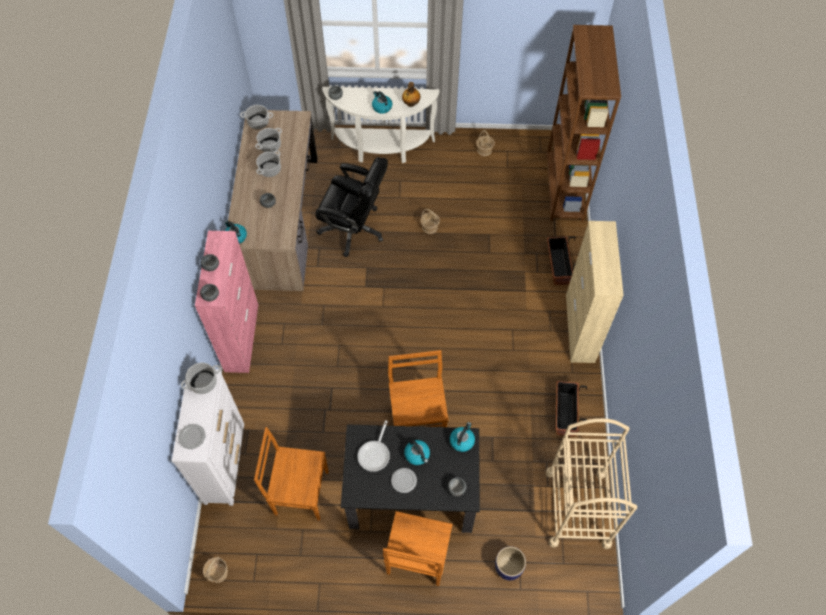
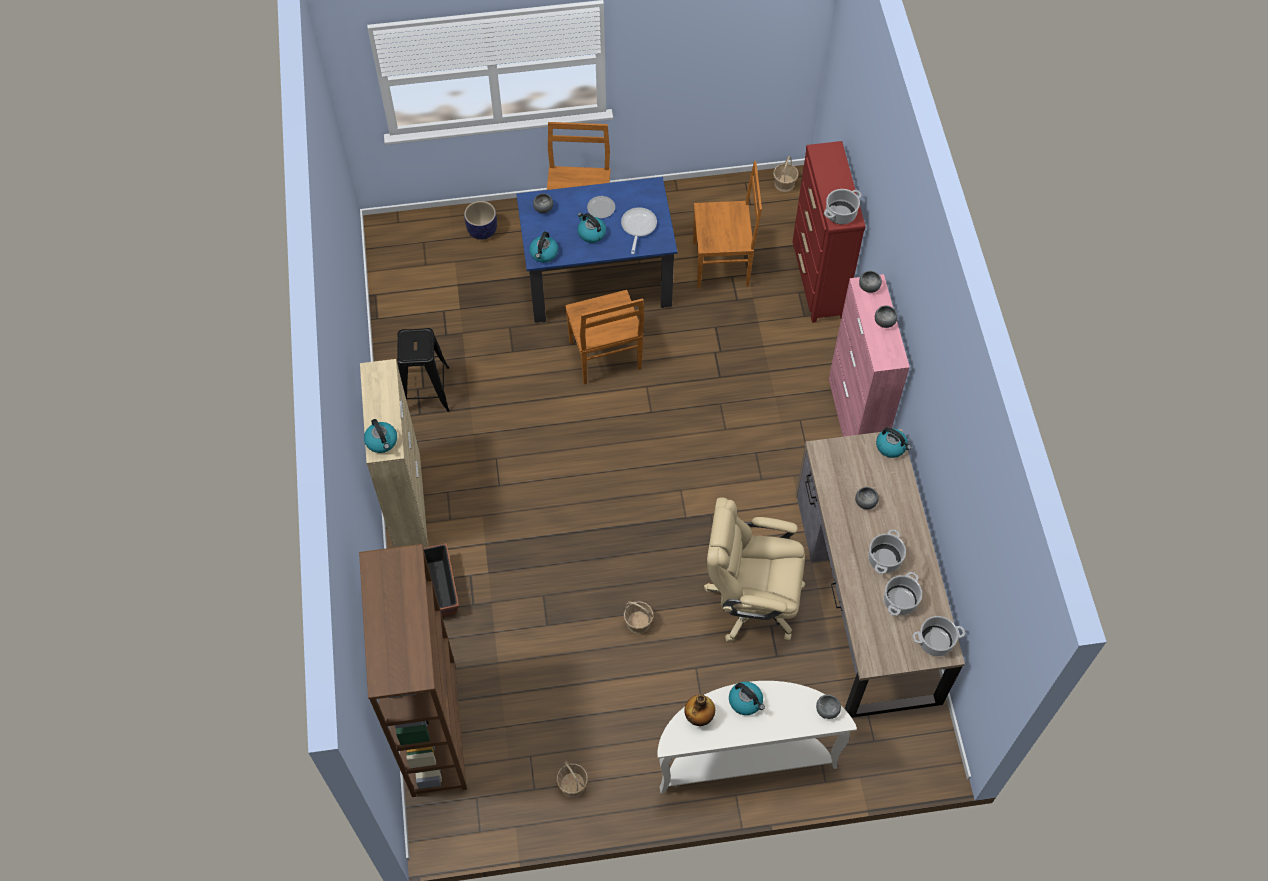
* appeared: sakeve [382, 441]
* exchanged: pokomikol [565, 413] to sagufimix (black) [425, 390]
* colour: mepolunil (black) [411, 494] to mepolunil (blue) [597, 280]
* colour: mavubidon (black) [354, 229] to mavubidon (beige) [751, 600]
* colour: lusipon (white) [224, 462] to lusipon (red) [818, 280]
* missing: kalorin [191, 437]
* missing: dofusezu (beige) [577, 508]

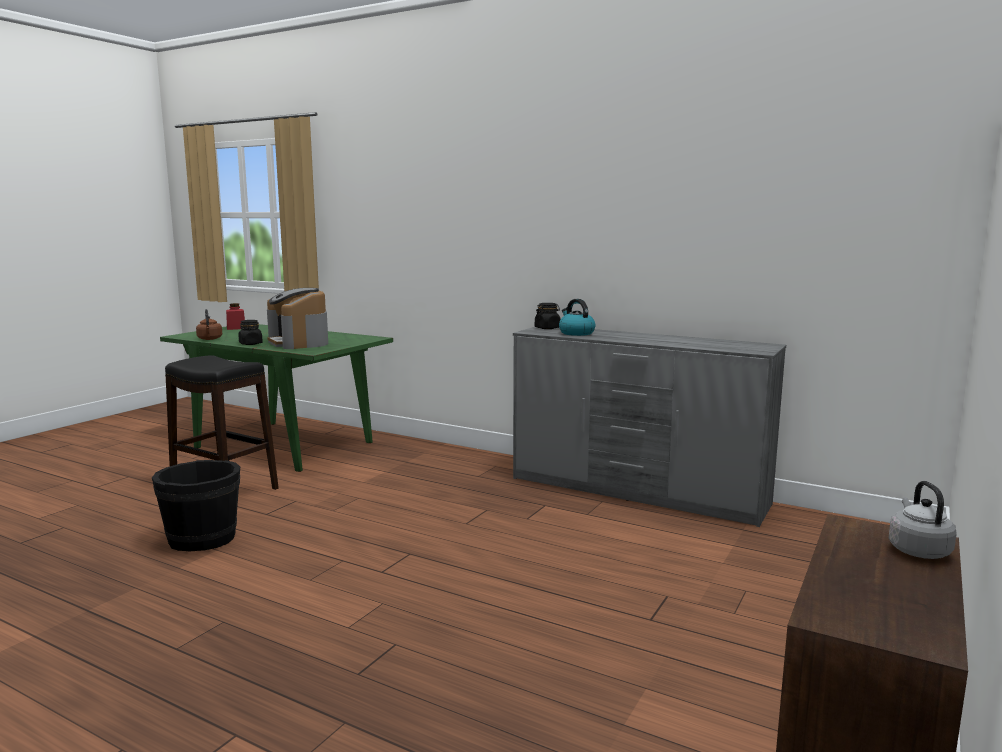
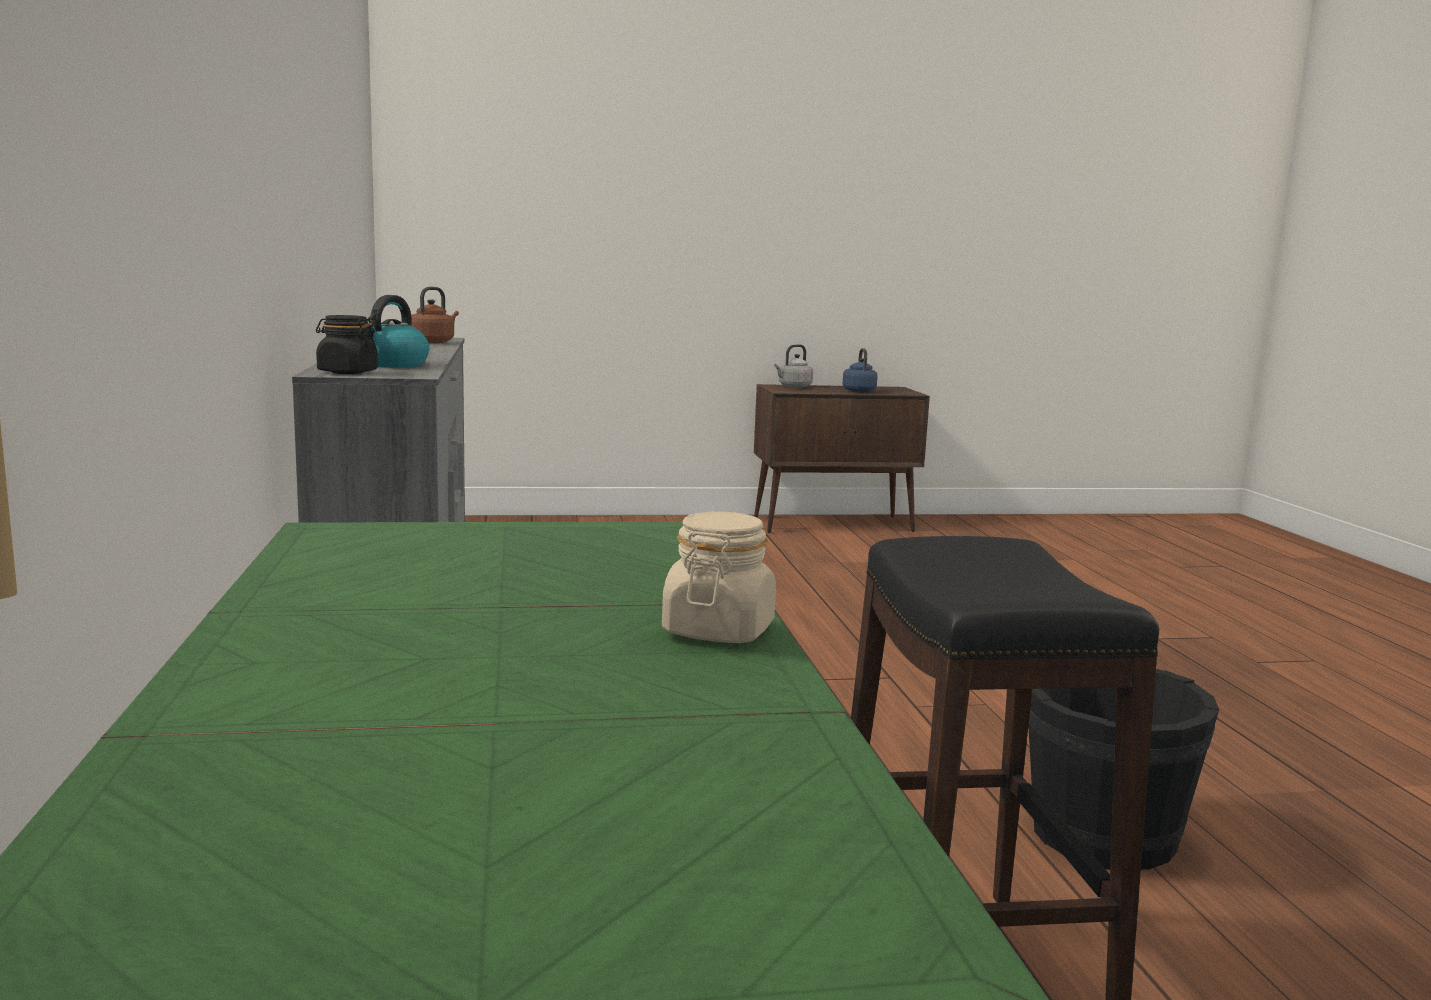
* relocated: sakeve (brown) [209, 339] to [433, 342]
* colour: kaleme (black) [251, 344] to kaleme (beige) [718, 631]
* appeared: sakeve (blue) [858, 390]
* missing: kaleme (red) [236, 328]
* missing: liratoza [299, 342]

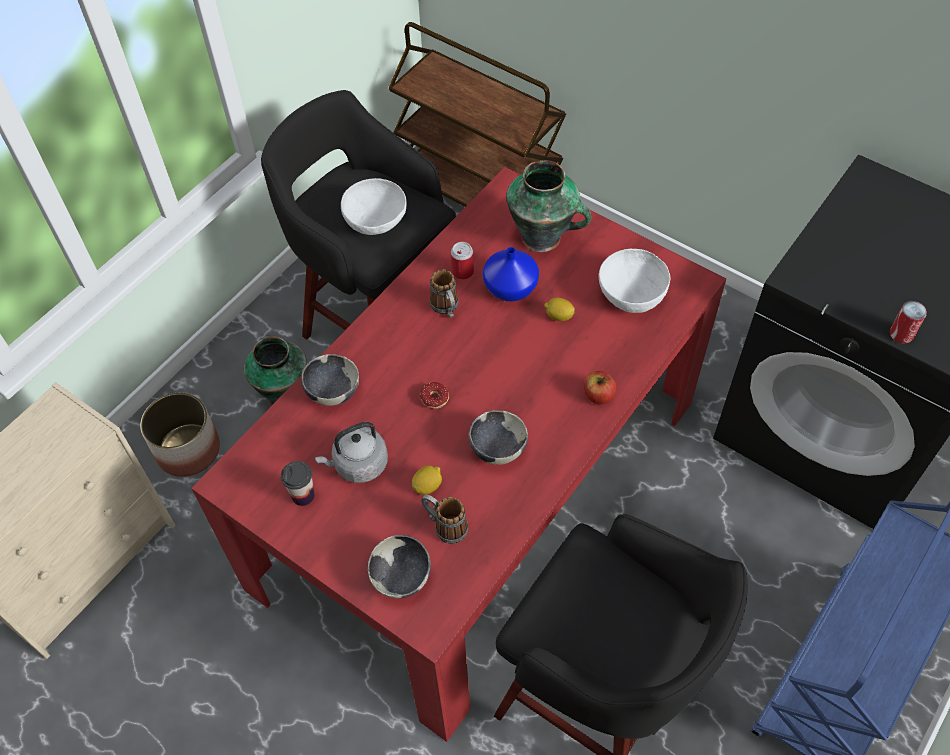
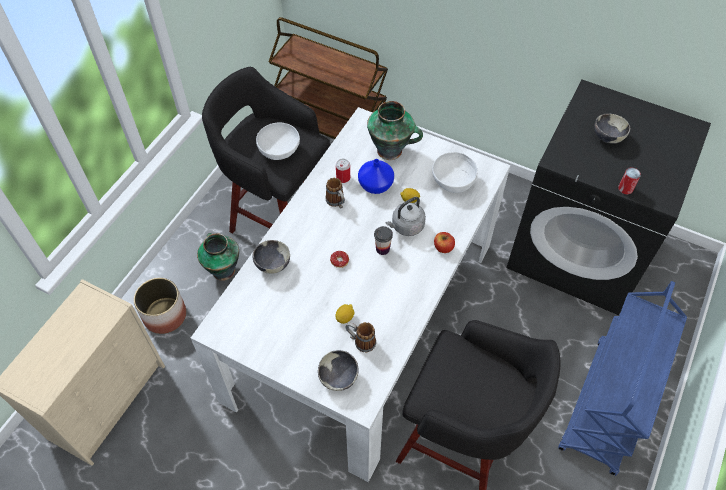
* colour: mepolunil (red) [479, 491] to mepolunil (white) [362, 319]
* relocated: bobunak [303, 495] to [382, 249]
* relocated: sakeve (grey) [358, 465] to [406, 226]
* relocated: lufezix [497, 449] to [607, 137]

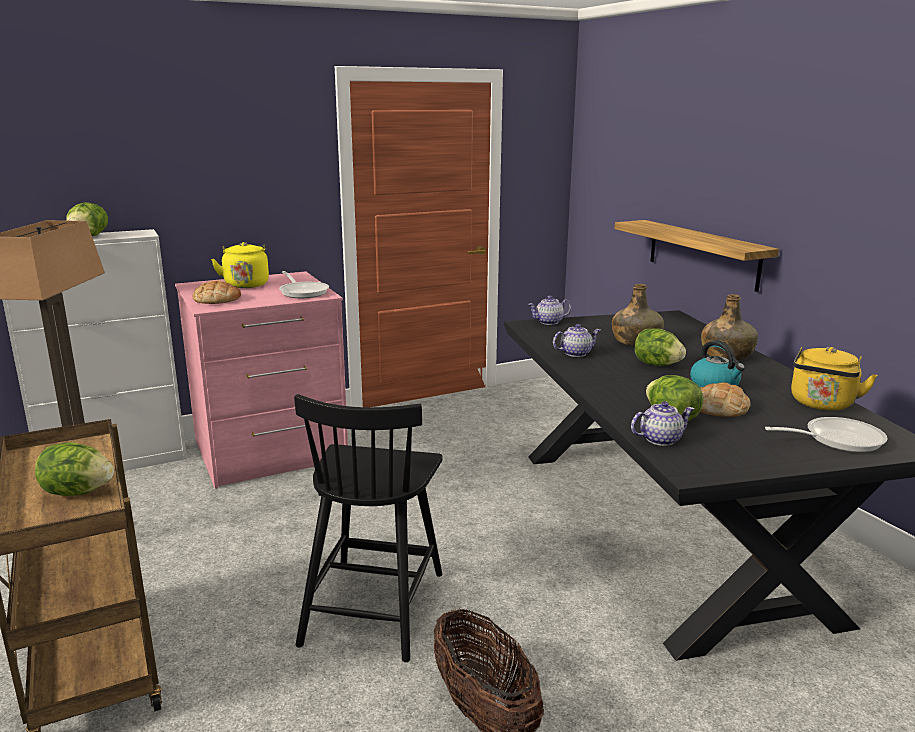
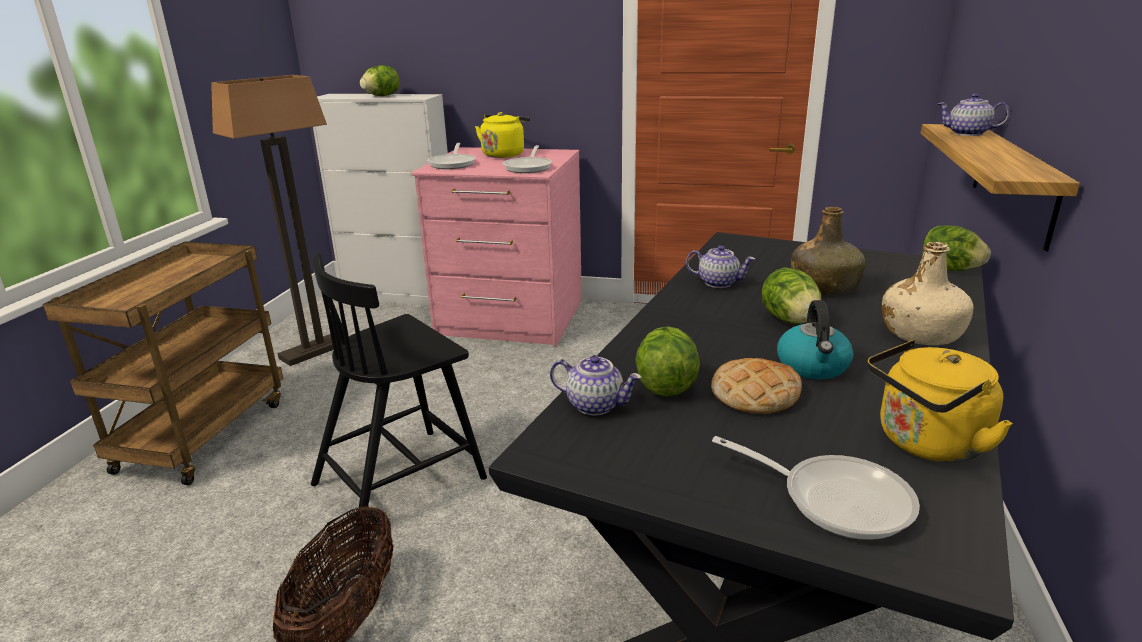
* exchanged: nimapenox [217, 299] to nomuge [453, 163]
* colour: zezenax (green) [726, 355] to zezenax (beige) [921, 334]
* relocated: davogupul [77, 492] to [949, 269]
* relocated: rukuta [549, 322] to [967, 133]

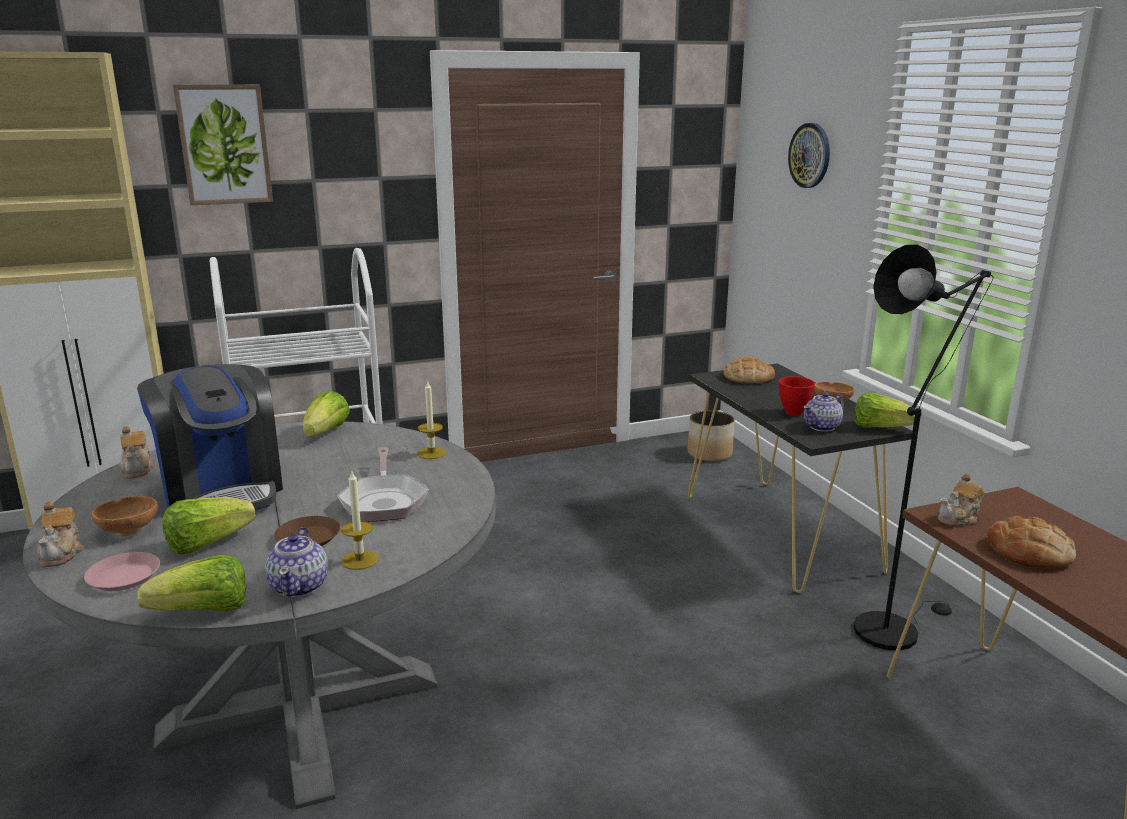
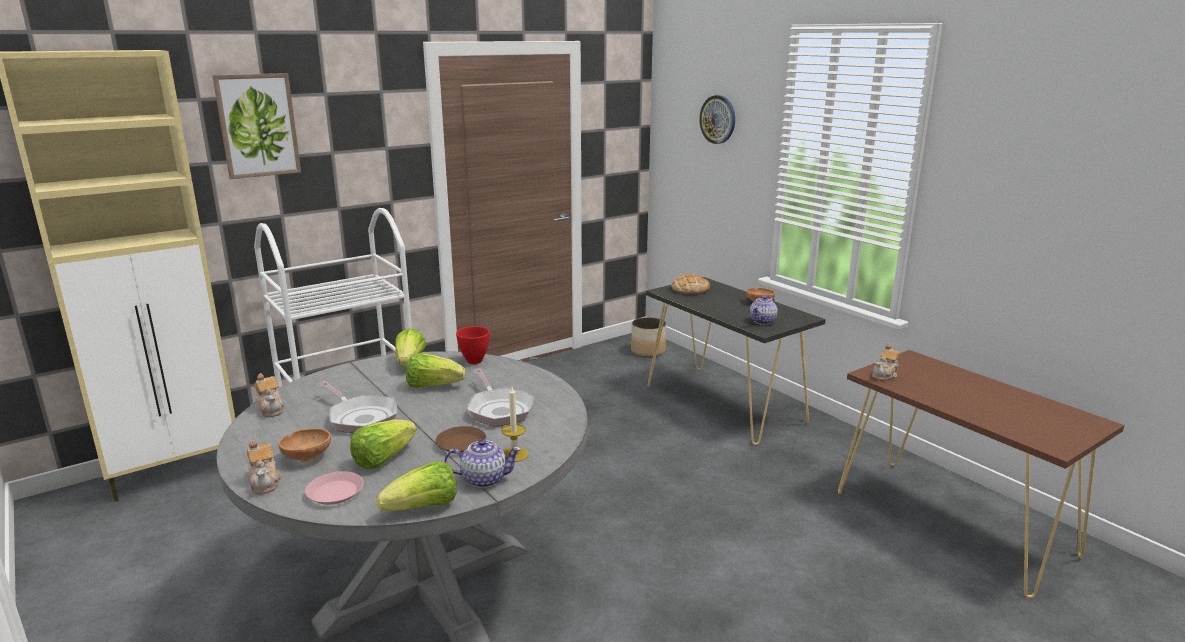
* exchanged: liratoza [222, 491] to nomuge [360, 417]
* relocated: davogupul [879, 428] to [433, 386]
* spun: rukuta [300, 586] = [483, 479] 75 degrees counterclockwise
* relocated: lufezix (red) [794, 413] to [475, 361]
* missing: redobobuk [431, 453]
* missing: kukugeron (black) [892, 627]
* missing: nimapenox [1030, 551]

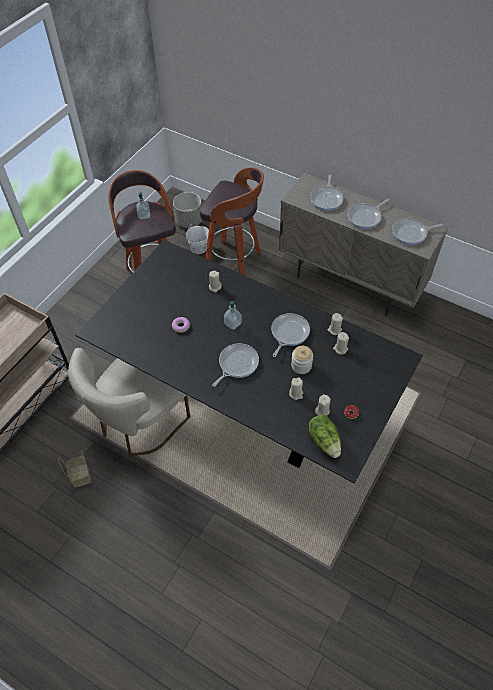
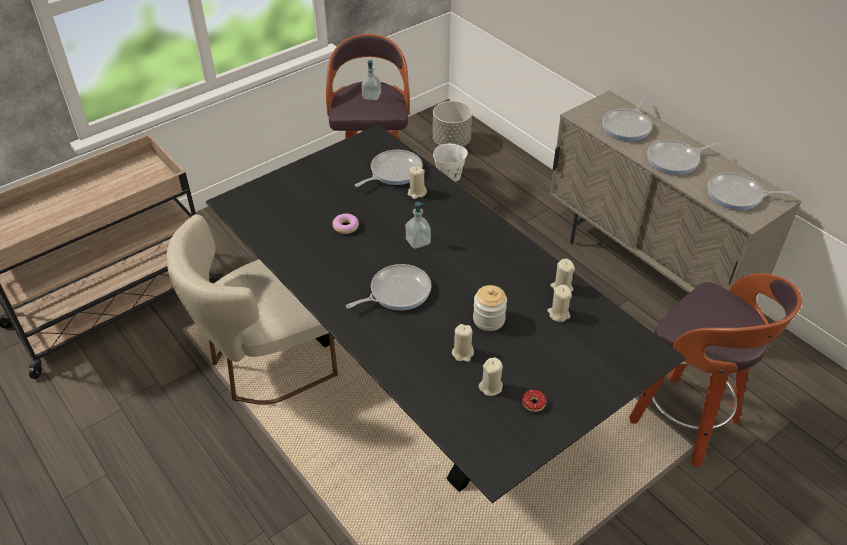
* relocated: nomuge [288, 333] to [393, 172]
* relocated: sagufimix [234, 260] to [686, 422]
* missing: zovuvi [80, 475]
* missing: davogupul [324, 441]

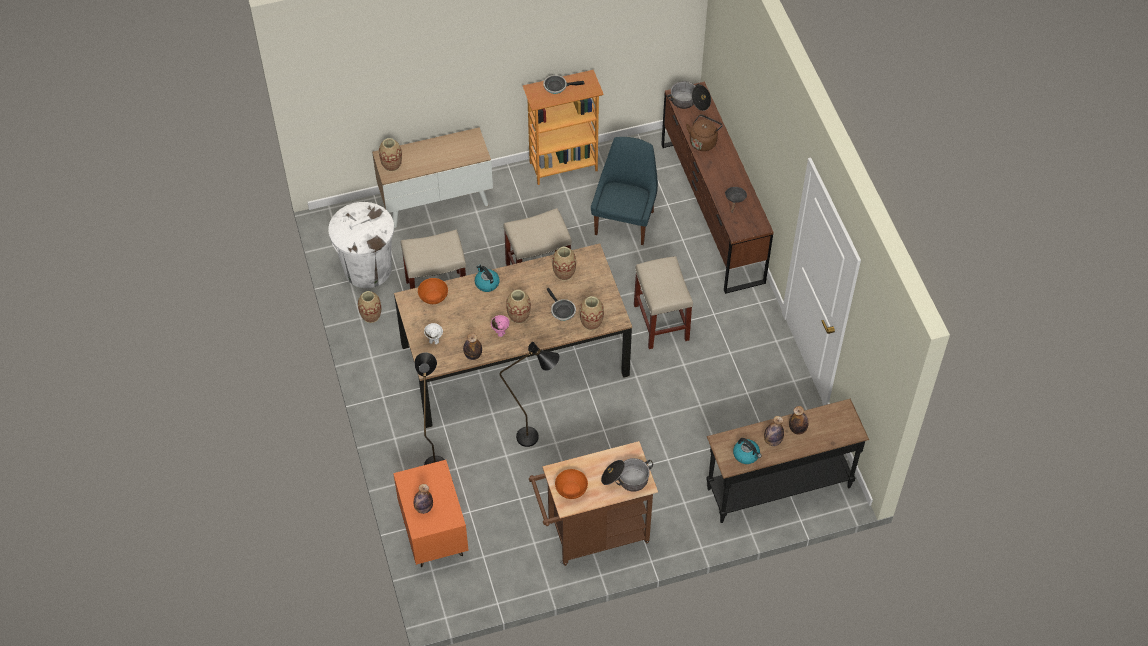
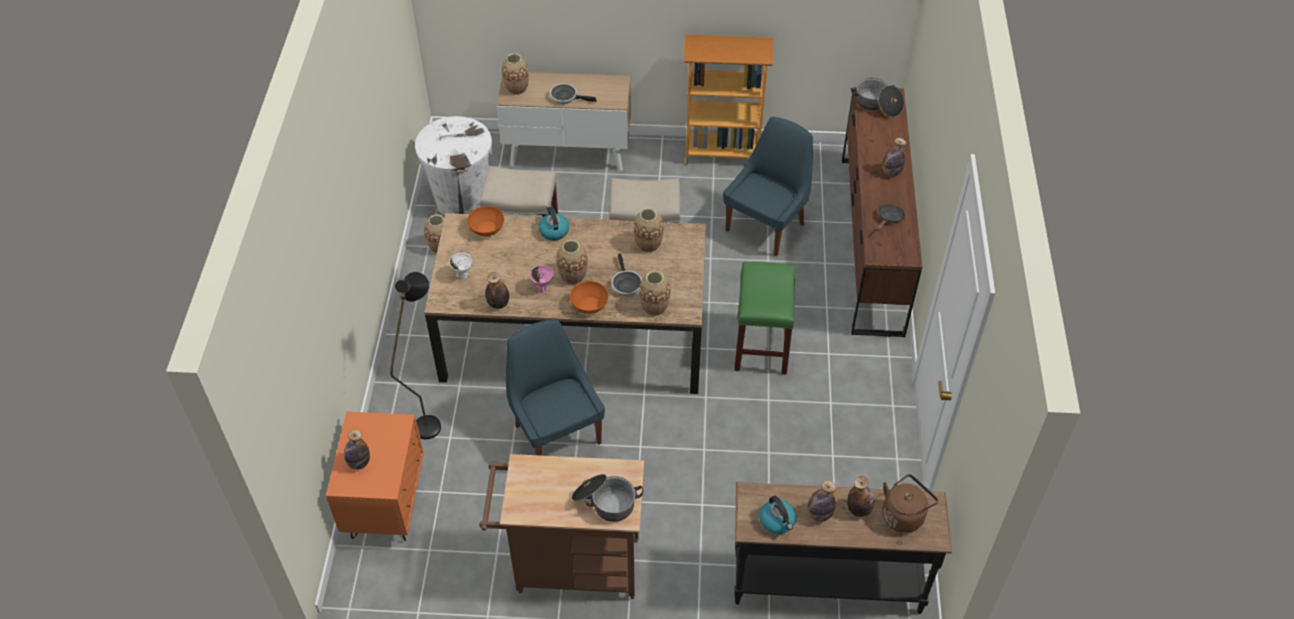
* exchanged: kukugeron (black) [535, 438] to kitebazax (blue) [556, 432]
* relocated: nomuge [557, 86] to [566, 97]
* relocated: lufezix (orange) [571, 489] to [589, 305]
* colour: sagufimix (beige) [661, 323] to sagufimix (green) [762, 346]
* appeared: zezenax [891, 172]
* relocated: sakeve (brown) [703, 141] to [904, 515]

